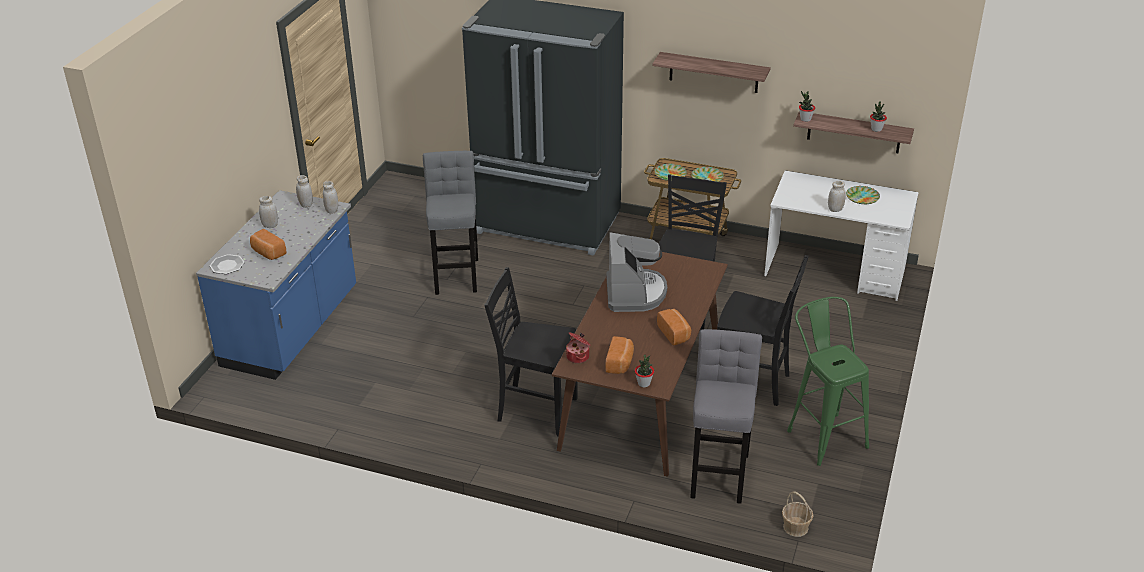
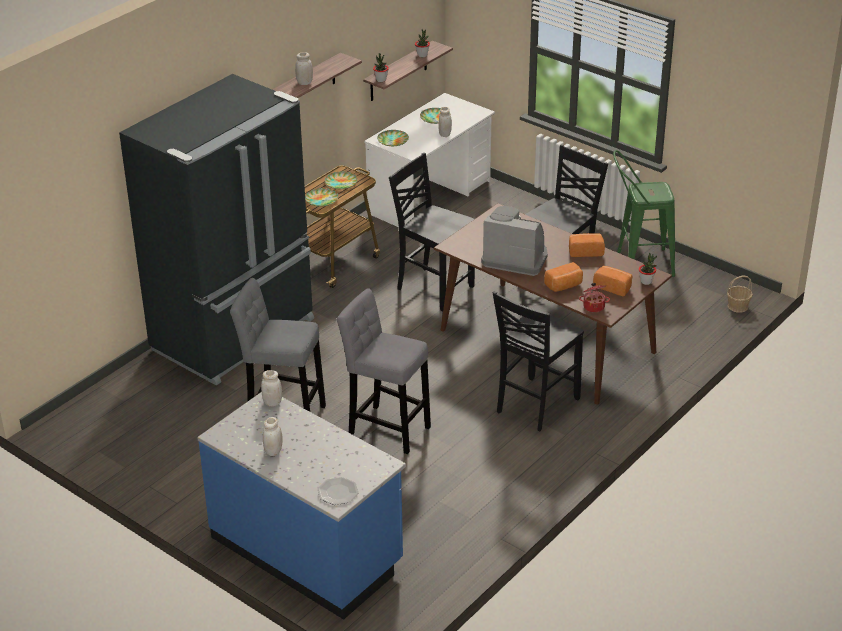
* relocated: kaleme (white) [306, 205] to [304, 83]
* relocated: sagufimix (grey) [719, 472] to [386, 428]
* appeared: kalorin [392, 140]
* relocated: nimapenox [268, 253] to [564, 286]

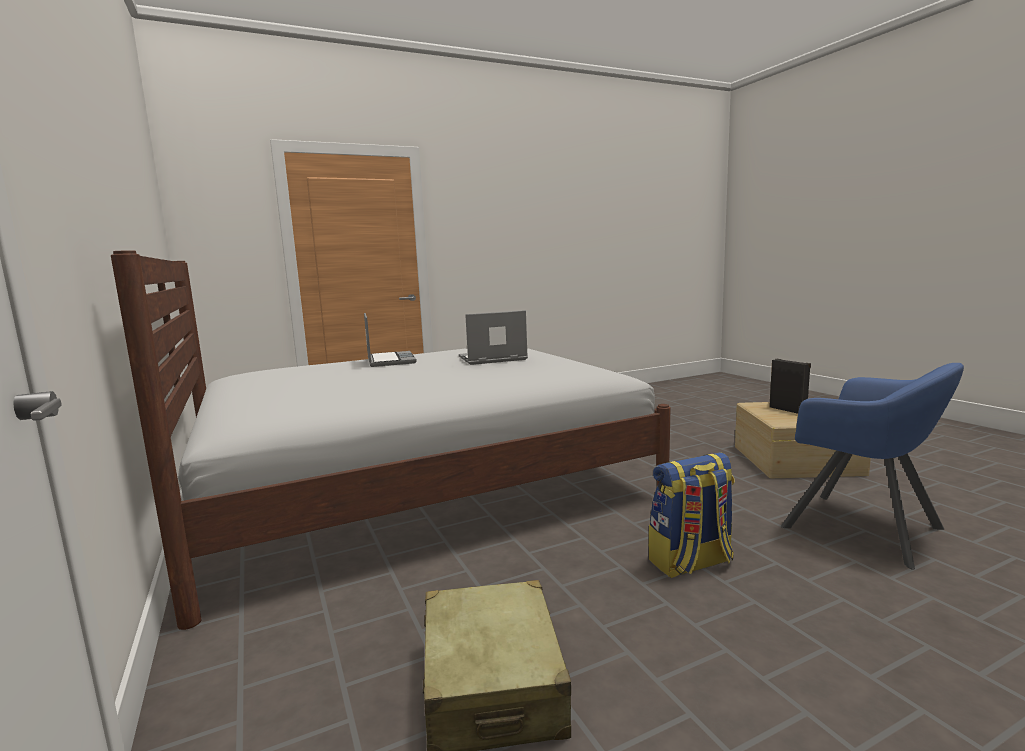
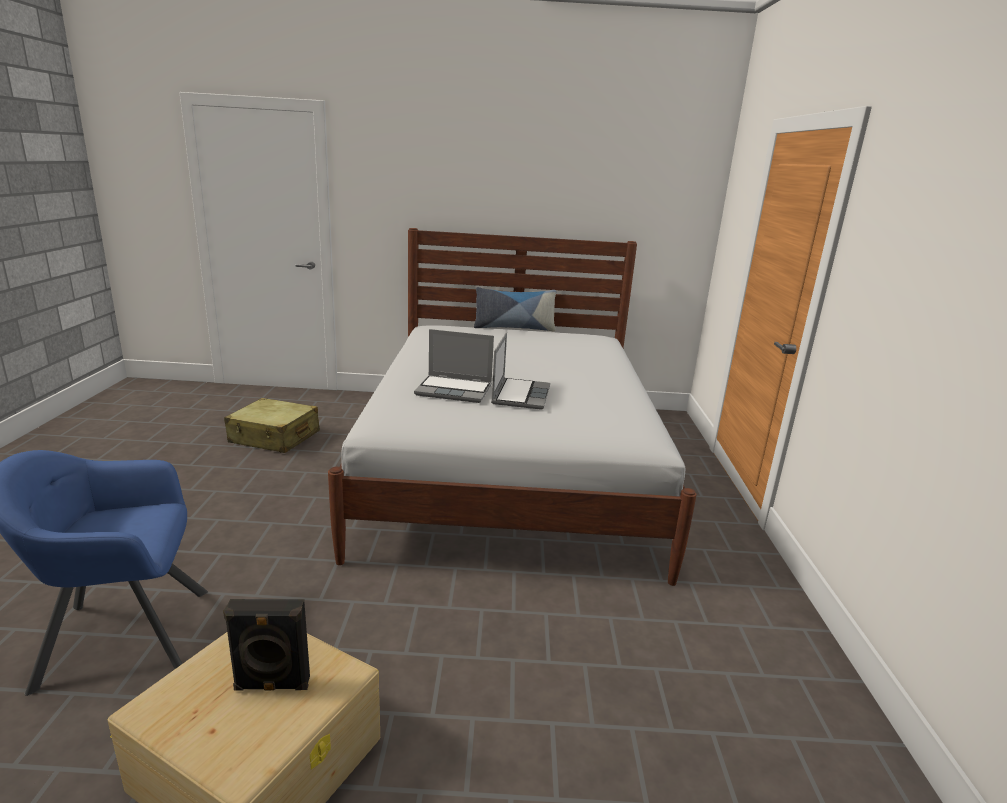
* relocated: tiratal [389, 360] to [455, 390]
* appeared: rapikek [514, 328]
* missing: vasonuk [691, 563]

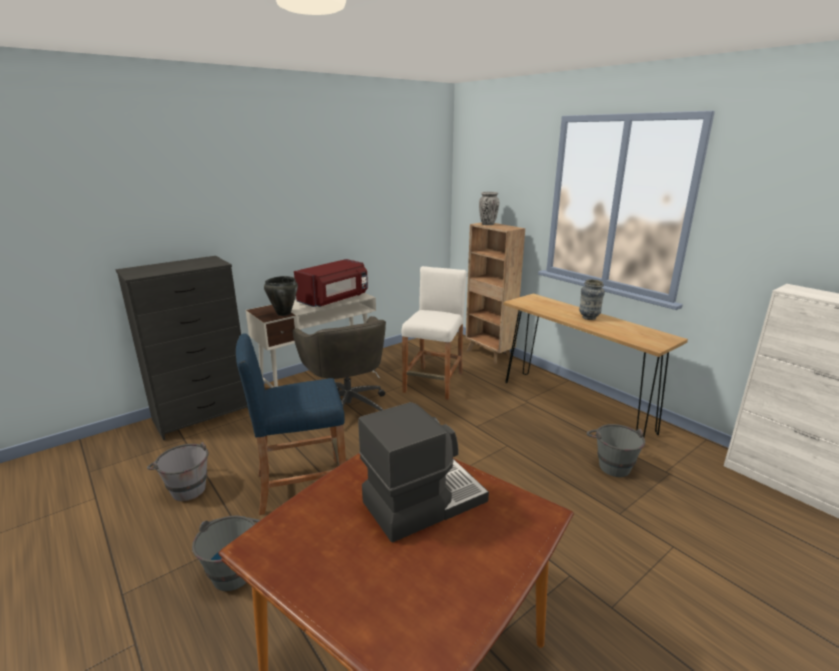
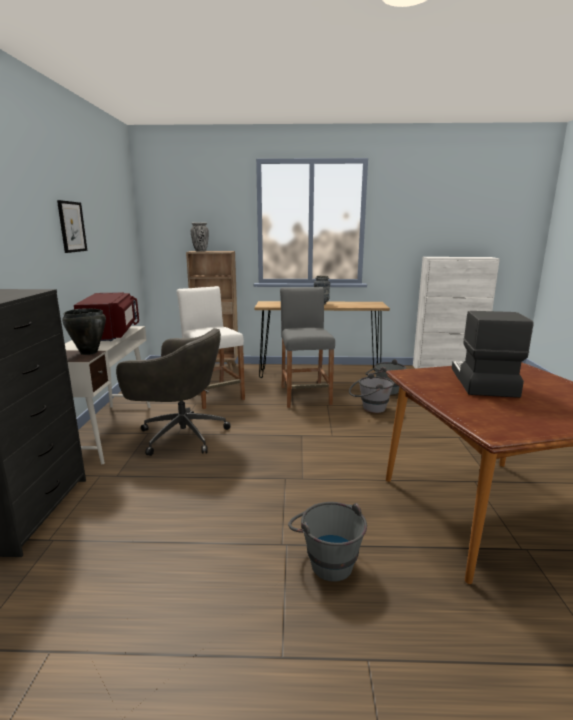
* appeared: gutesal [72, 227]
* appeared: sagufimix (grey) [305, 395]
* relocated: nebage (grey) [185, 487] to [369, 408]
* missing: sagufimix (blue) [302, 485]

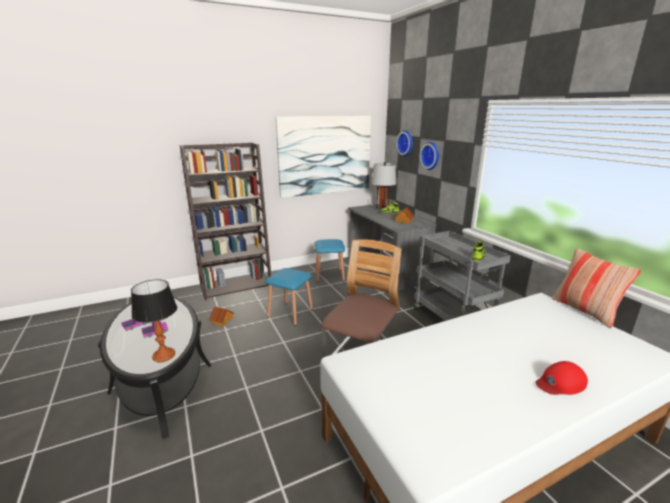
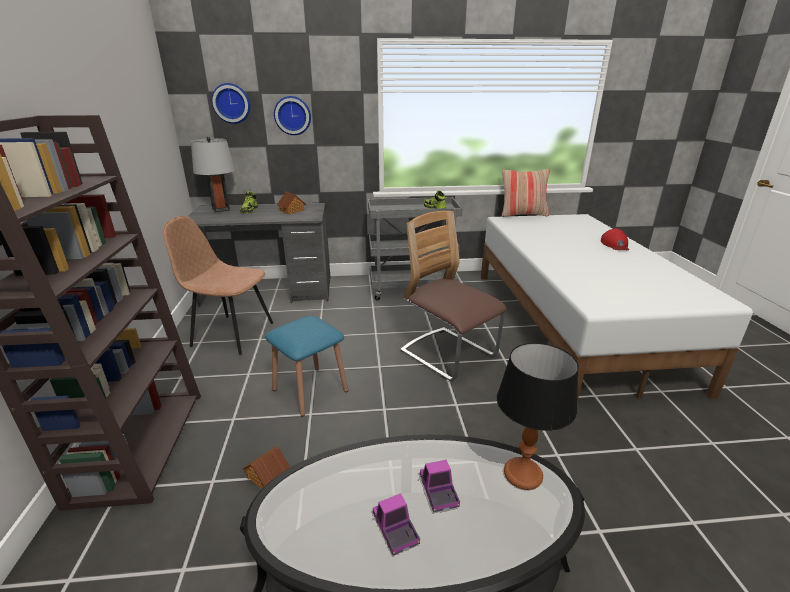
* exchanged: sagufimix (blue) [329, 275] to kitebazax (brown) [231, 334]
* missing: gutesal [325, 155]

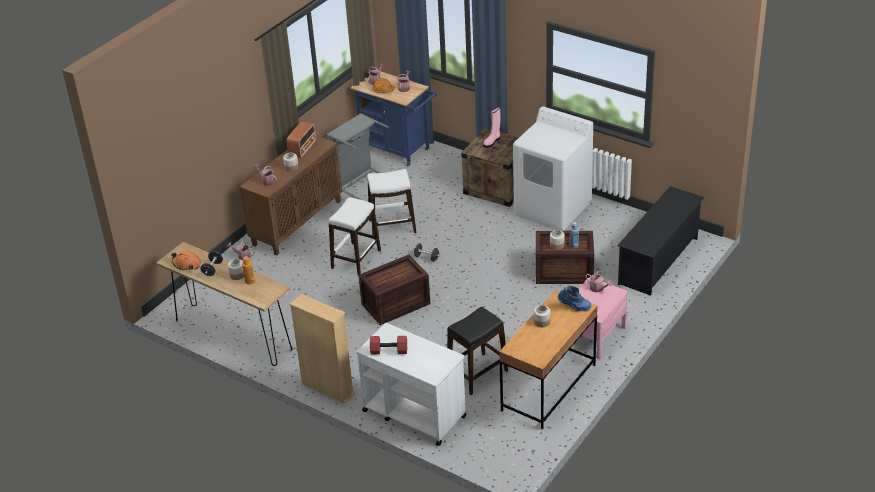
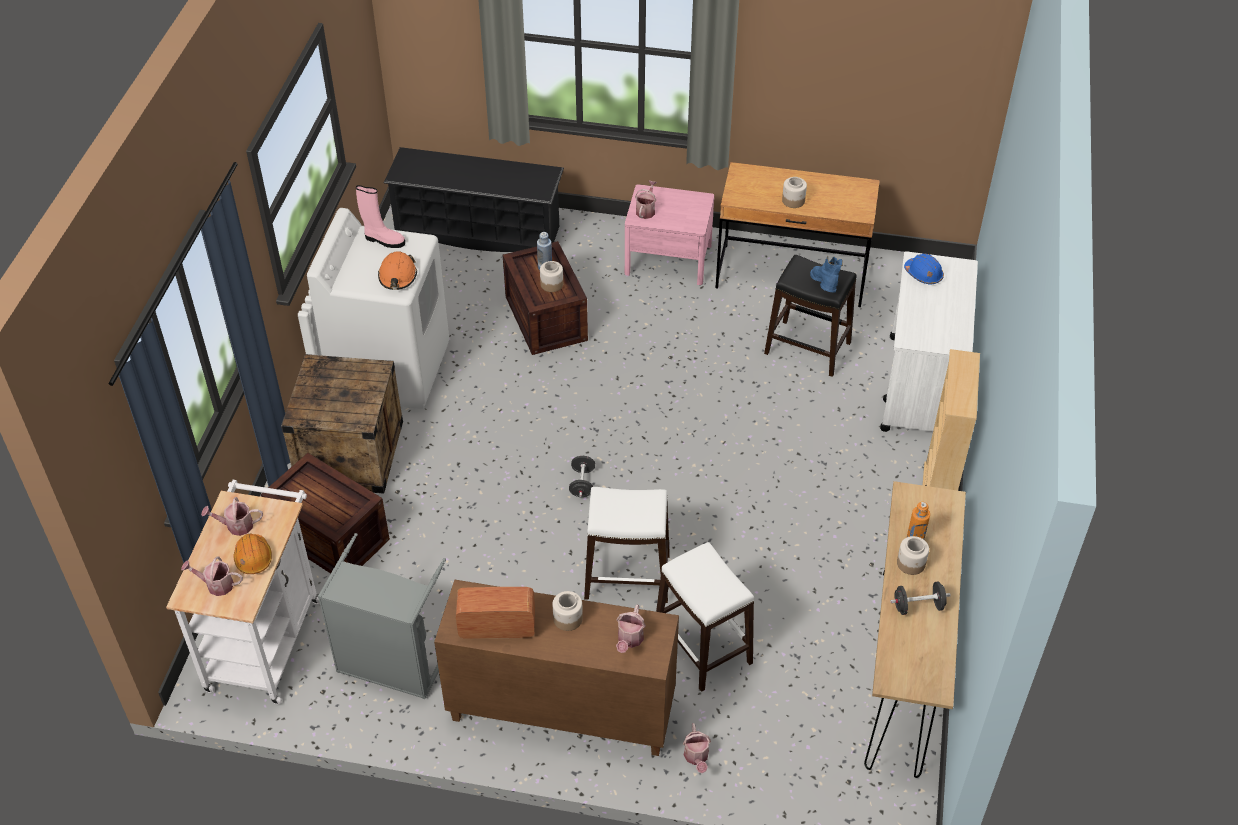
* colour: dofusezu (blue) [398, 150] to dofusezu (white) [266, 637]
* relocated: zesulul [395, 304] to [331, 538]
* relocated: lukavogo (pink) [492, 141] to [383, 240]
* relocated: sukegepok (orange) [187, 264] to [398, 276]
* relocated: sagufimix (white) [392, 226] to [702, 647]
* relocated: lukavogo (blue) [574, 307] to [824, 288]
* appeared: sukegepok (blue) [923, 274]
* missing: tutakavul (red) [388, 351]

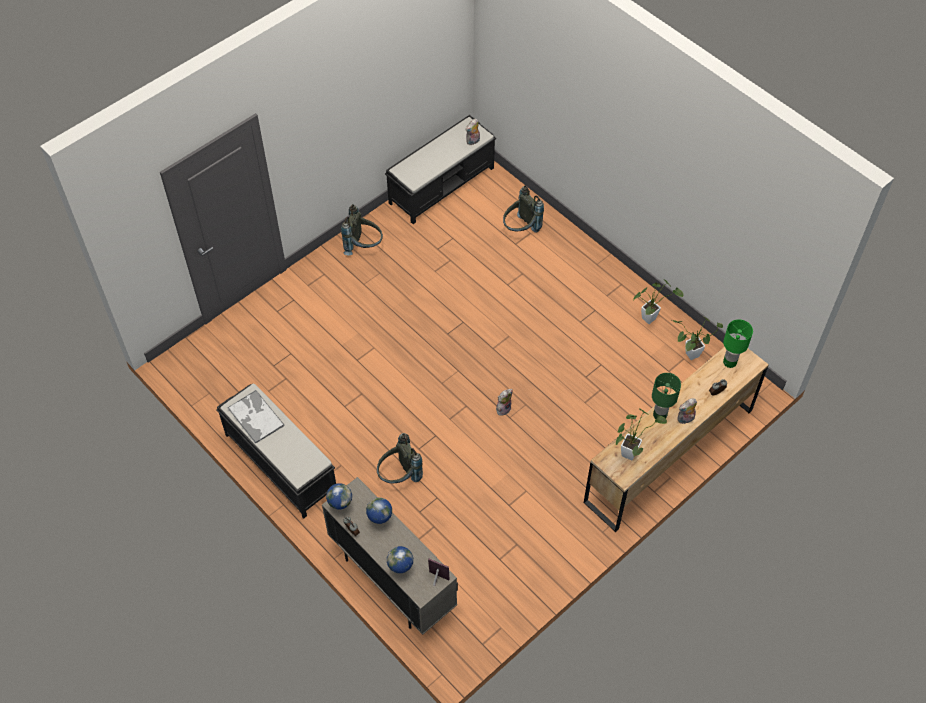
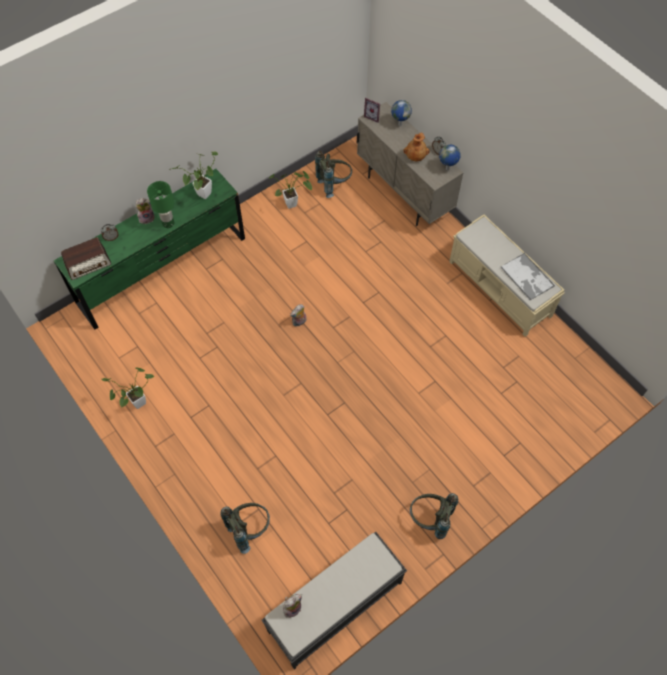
* colour: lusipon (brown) [669, 455] to lusipon (green) [162, 270]
* exchanged: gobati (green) [729, 362] to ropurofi [88, 264]
* relocated: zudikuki [689, 356] to [293, 204]
* relocated: vasonuk (grey) [399, 476] to [334, 184]
* exchanged: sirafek [380, 522] to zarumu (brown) [415, 156]
* colour: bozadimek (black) [280, 462] to bozadimek (beige) [500, 289]

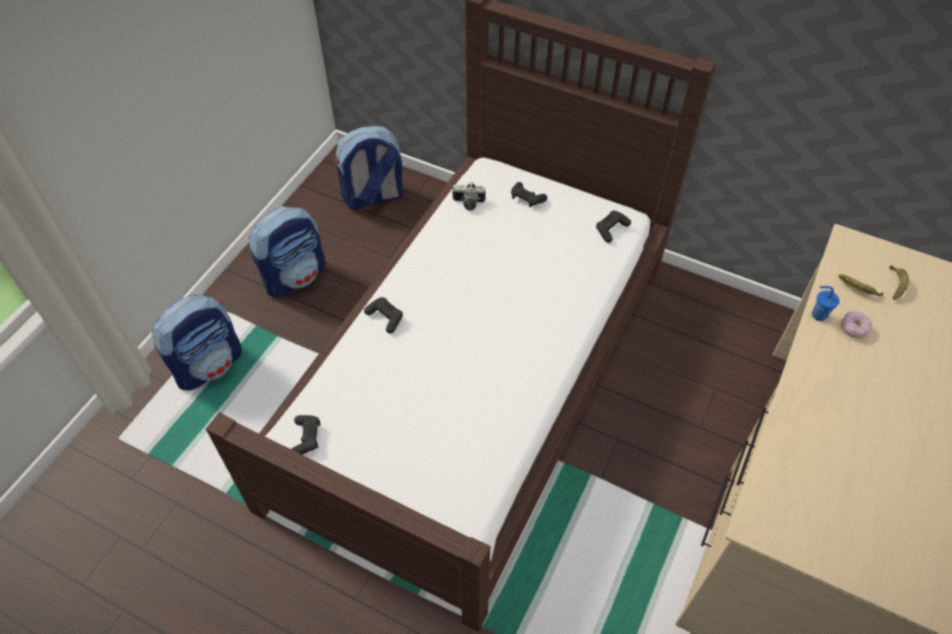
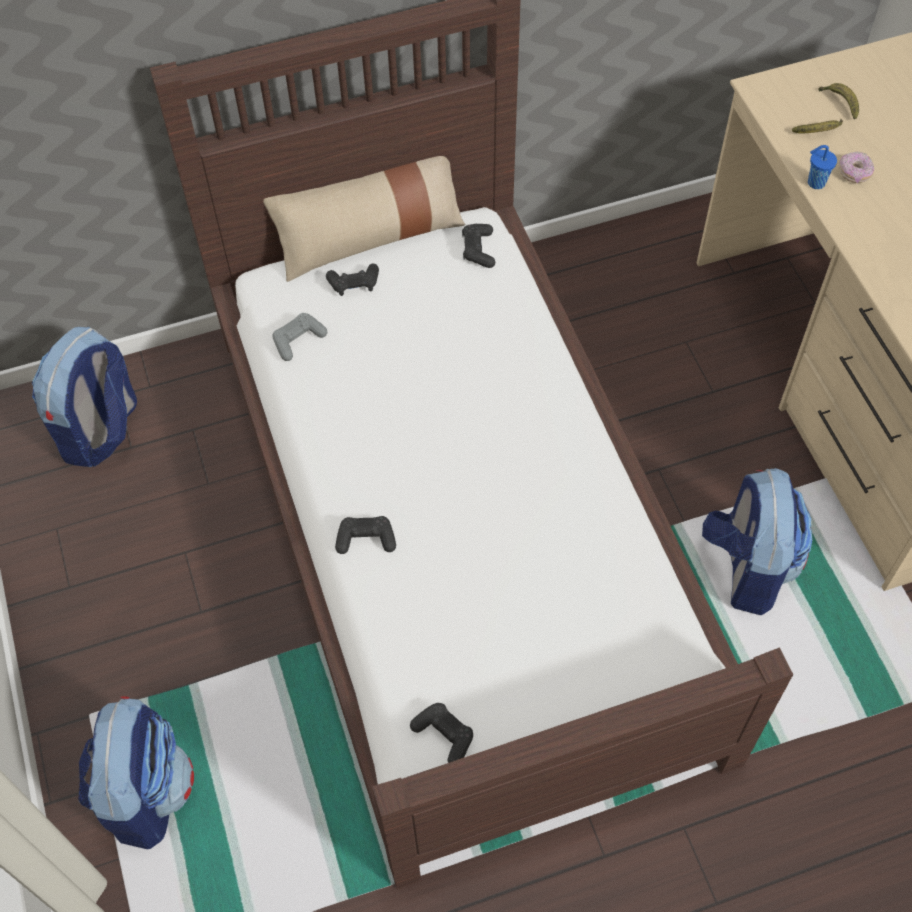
* appeared: rapikek (beige) [370, 237]
* exchanged: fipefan [468, 204] to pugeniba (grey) [298, 340]
* relocated: vasonuk [295, 276] to [746, 567]

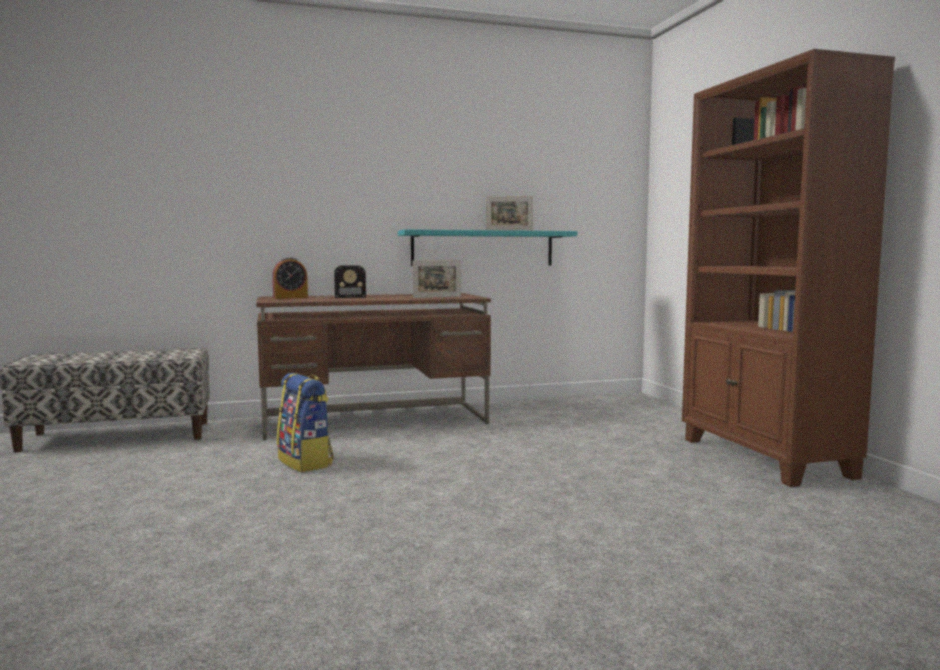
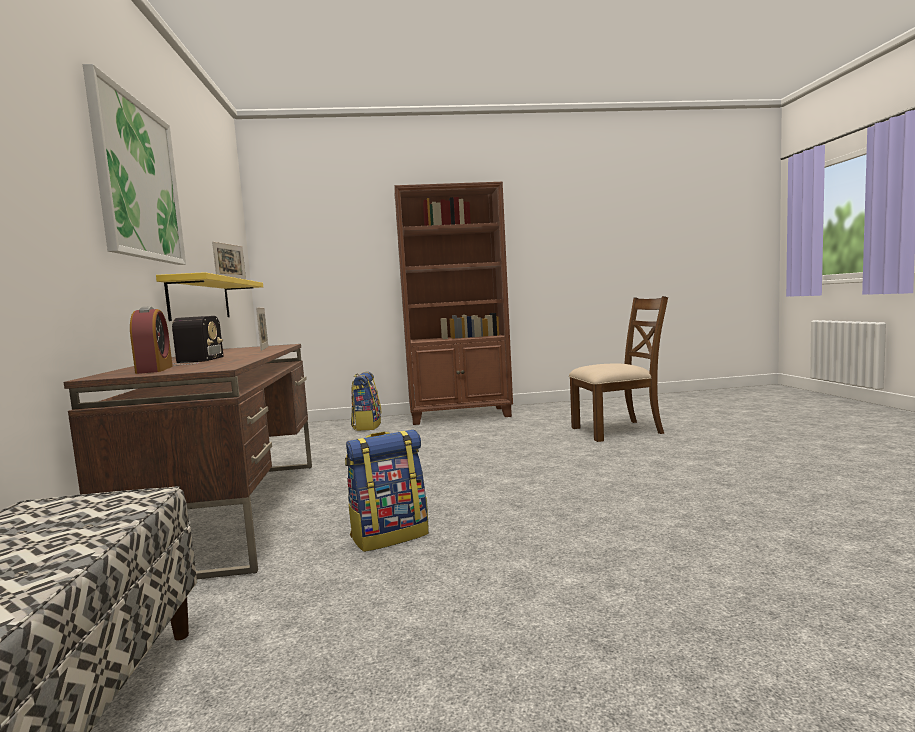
* appeared: gutesal [138, 180]
* colour: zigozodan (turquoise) [483, 248] to zigozodan (yellow) [200, 299]
* appeared: vasonuk [367, 426]
* appeared: kitebazax (brown) [618, 430]

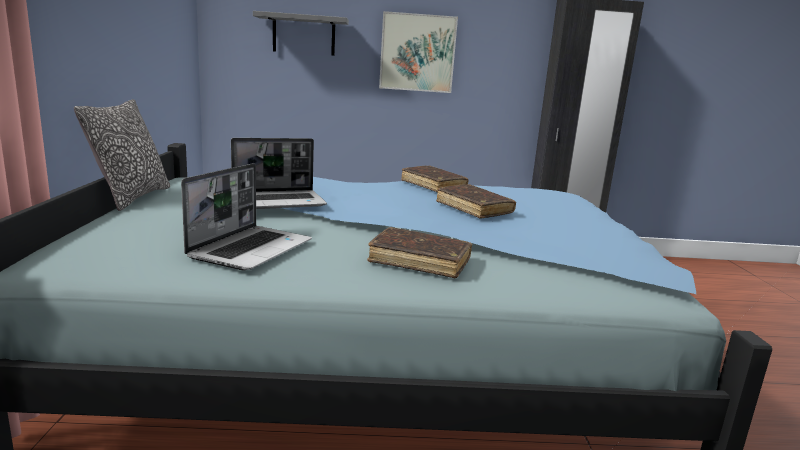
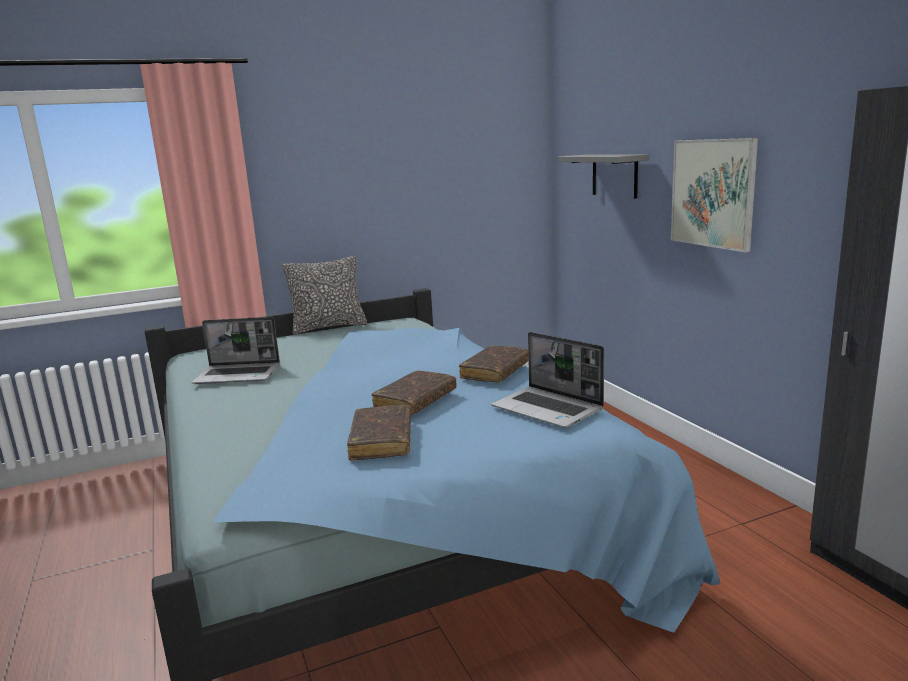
* relocated: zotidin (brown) [419, 261] to [381, 441]
* relocated: tiratal [279, 201] to [548, 409]

